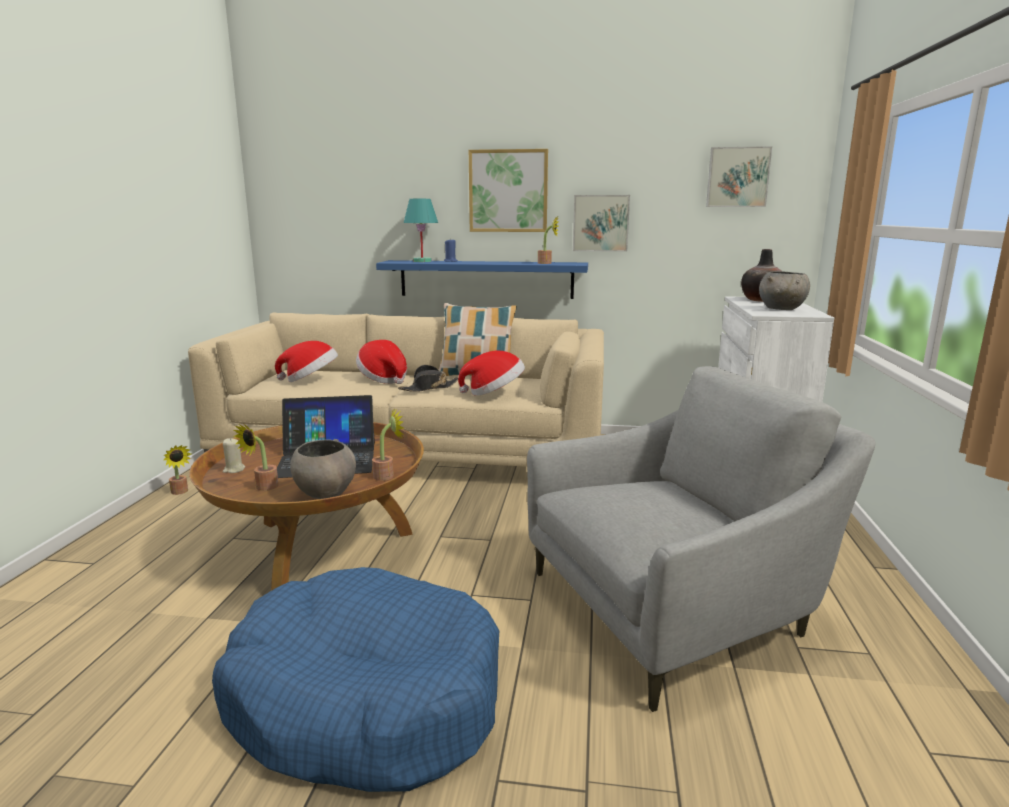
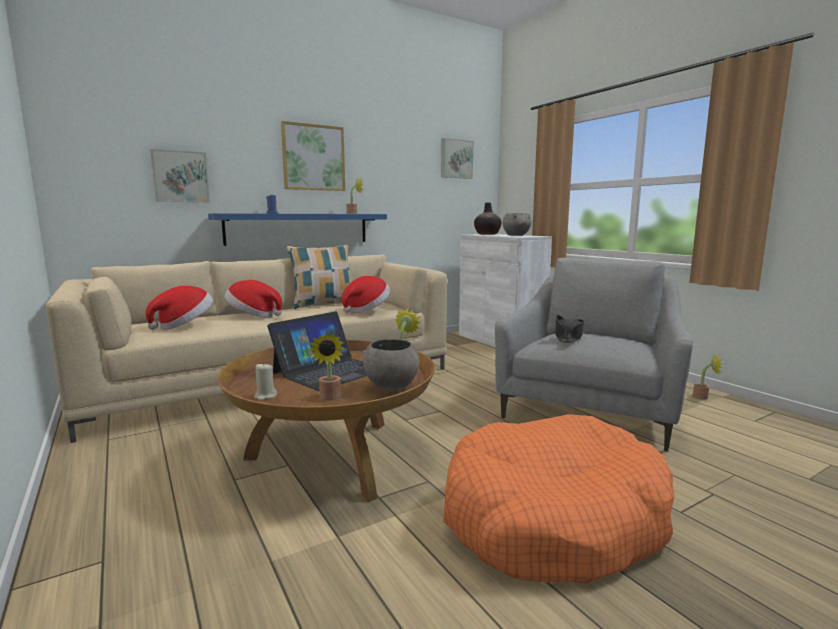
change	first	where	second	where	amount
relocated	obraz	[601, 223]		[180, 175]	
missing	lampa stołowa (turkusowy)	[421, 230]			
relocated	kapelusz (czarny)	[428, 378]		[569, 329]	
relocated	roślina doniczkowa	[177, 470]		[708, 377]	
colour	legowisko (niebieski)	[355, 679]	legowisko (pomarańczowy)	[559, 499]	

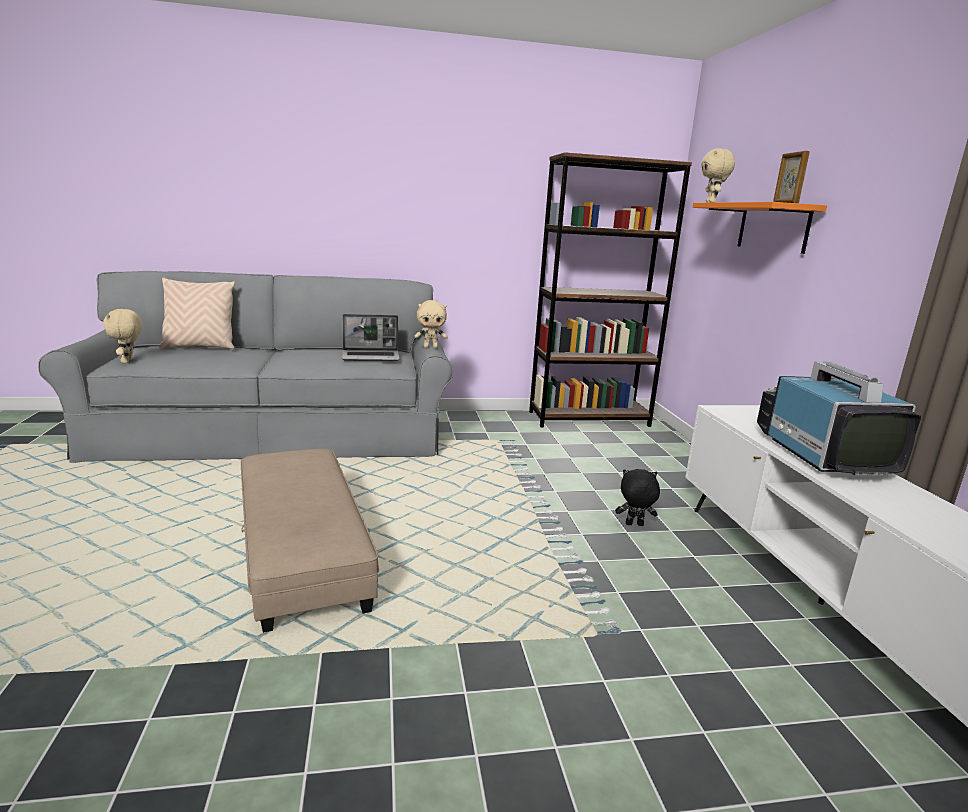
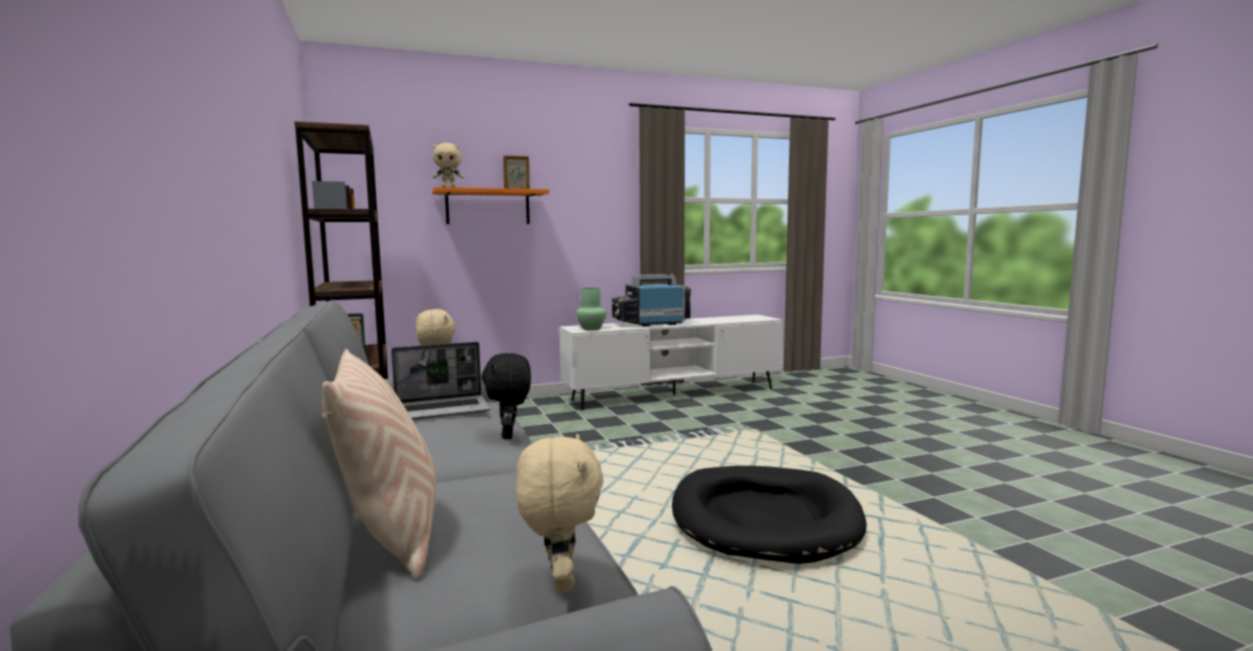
change	first	where	second	where	amount
spun	pluszak (beżowy)	[122, 336]		[560, 513]	75 degrees counterclockwise
spun	laptop	[371, 337]		[440, 381]	90 degrees clockwise
exchanged	pufa (beżowy)	[310, 541]	legowisko (czarny)	[769, 515]	
relocated	pluszak (czarny)	[637, 497]		[506, 396]	
appeared			wazon (zielony)	[591, 309]	

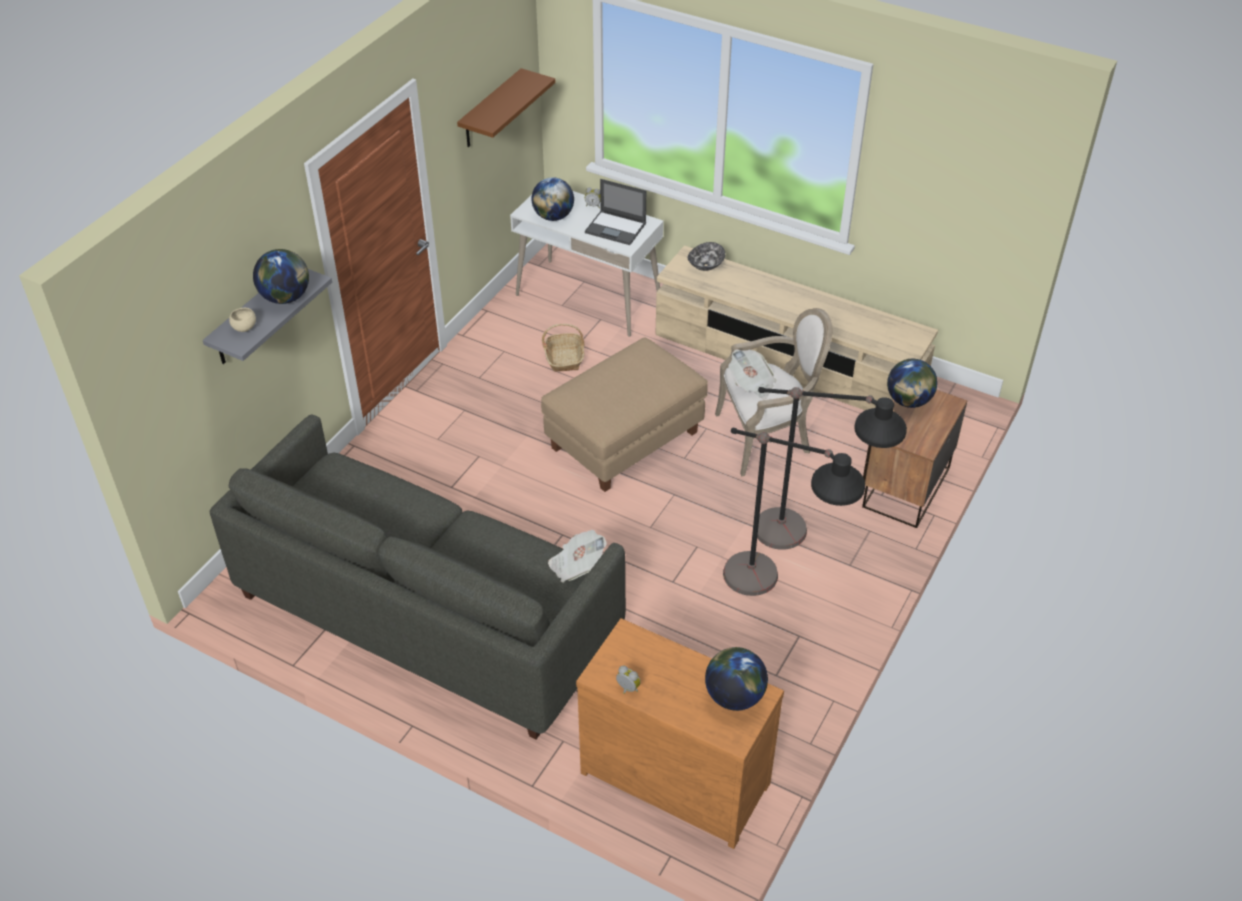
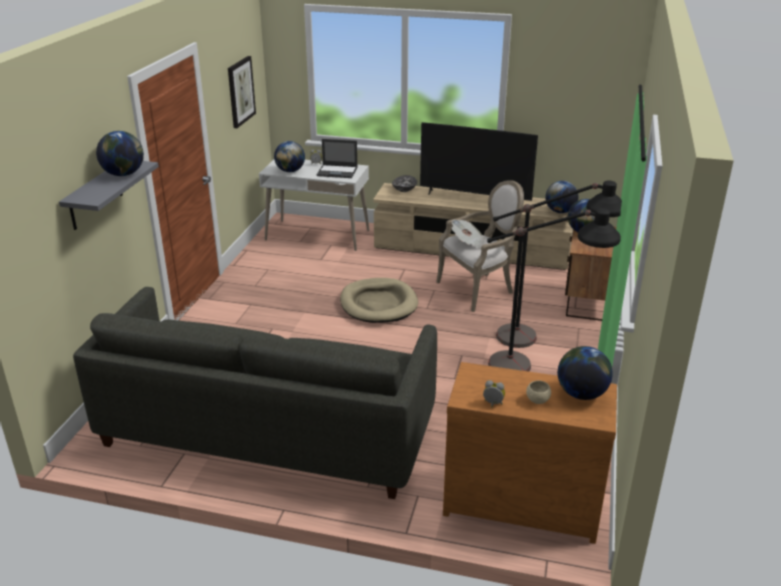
change	first	where	second	where	amount
exchanged	półka (brązowy)	[506, 107]	obraz	[242, 92]	
relocated	miska (beżowy)	[242, 320]		[538, 392]	
missing	koszyk	[563, 348]			
exchanged	pufa (beżowy)	[624, 415]	legowisko (beżowy)	[379, 300]	
missing	gazeta	[577, 556]			
appeared			telewizor	[479, 161]	
appeared			globus	[561, 197]	

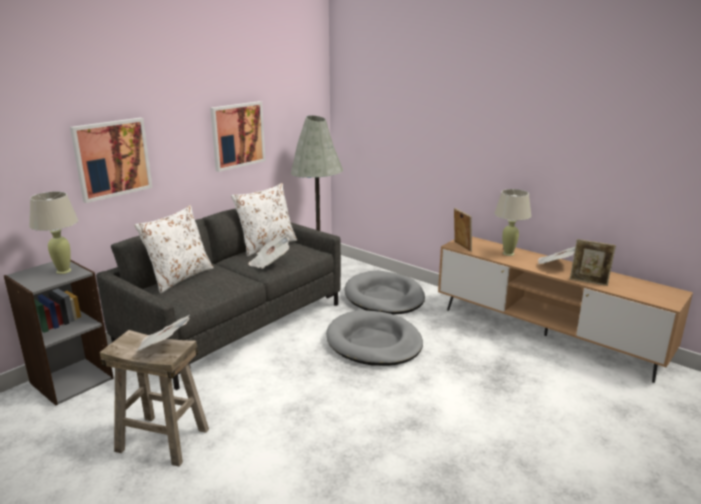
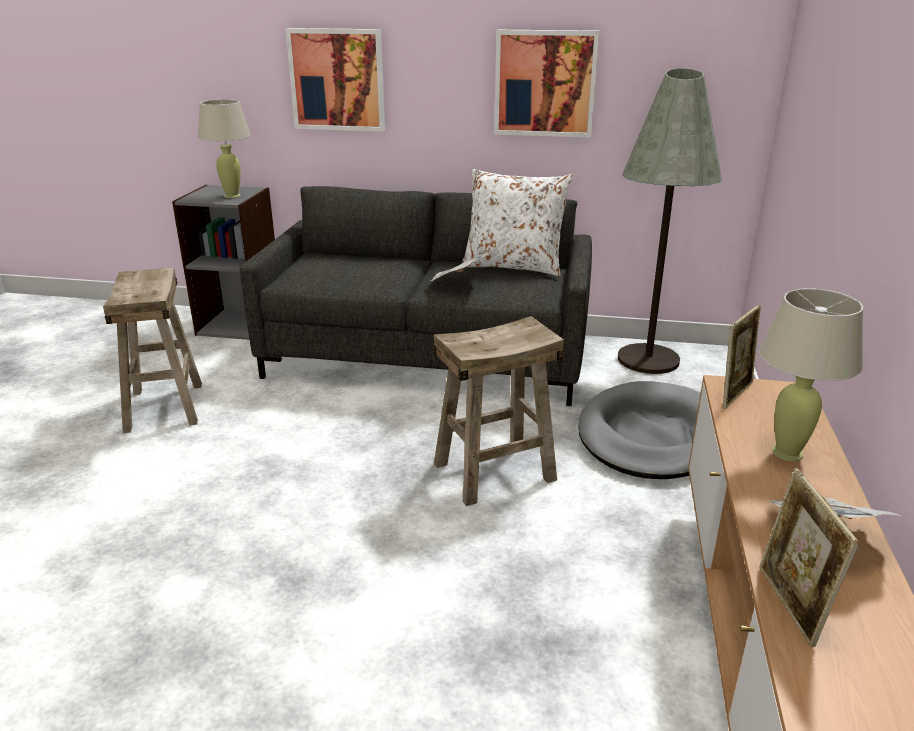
change	first	where	second	where	amount
missing	poduszka (biały)	[174, 249]			
exchanged	legowisko (szary)	[374, 338]	stołek (beżowy)	[499, 411]	
missing	gazeta	[162, 333]			

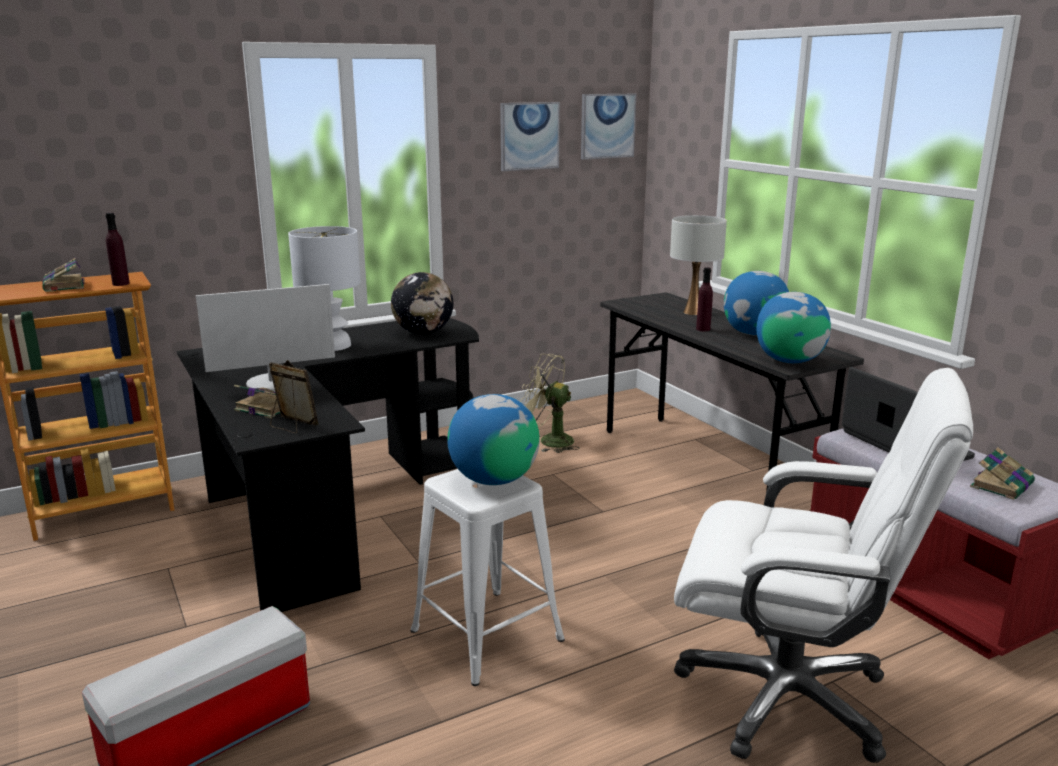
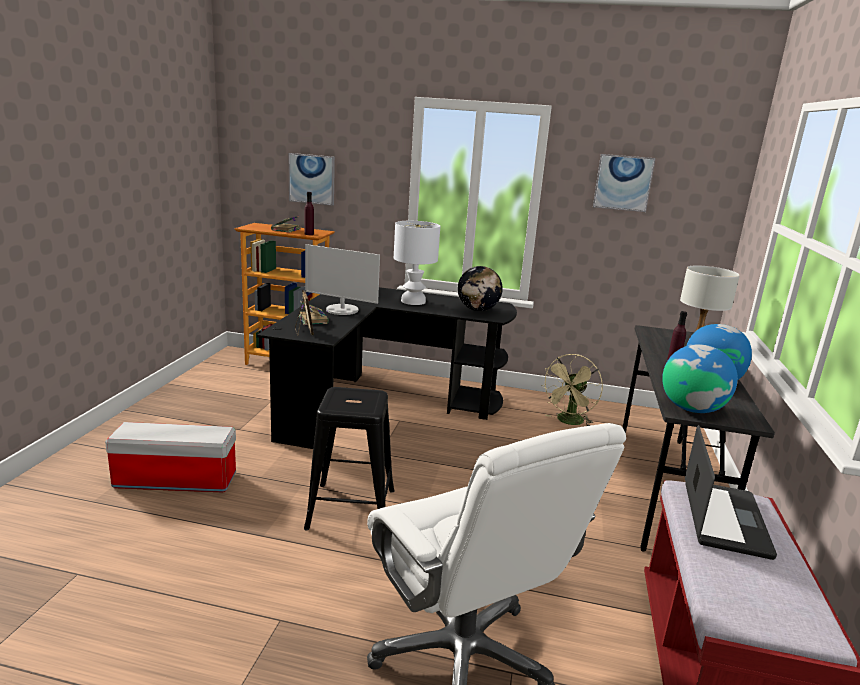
change	first	where	second	where	amount
relocated	obraz	[608, 127]		[312, 179]	
spun	wentylator (beżowy)	[550, 403]		[572, 390]	120 degrees counterclockwise
missing	globus	[493, 439]			
missing	książka	[1002, 473]			
colour	stołek (biały)	[487, 577]	stołek (czarny)	[349, 458]	

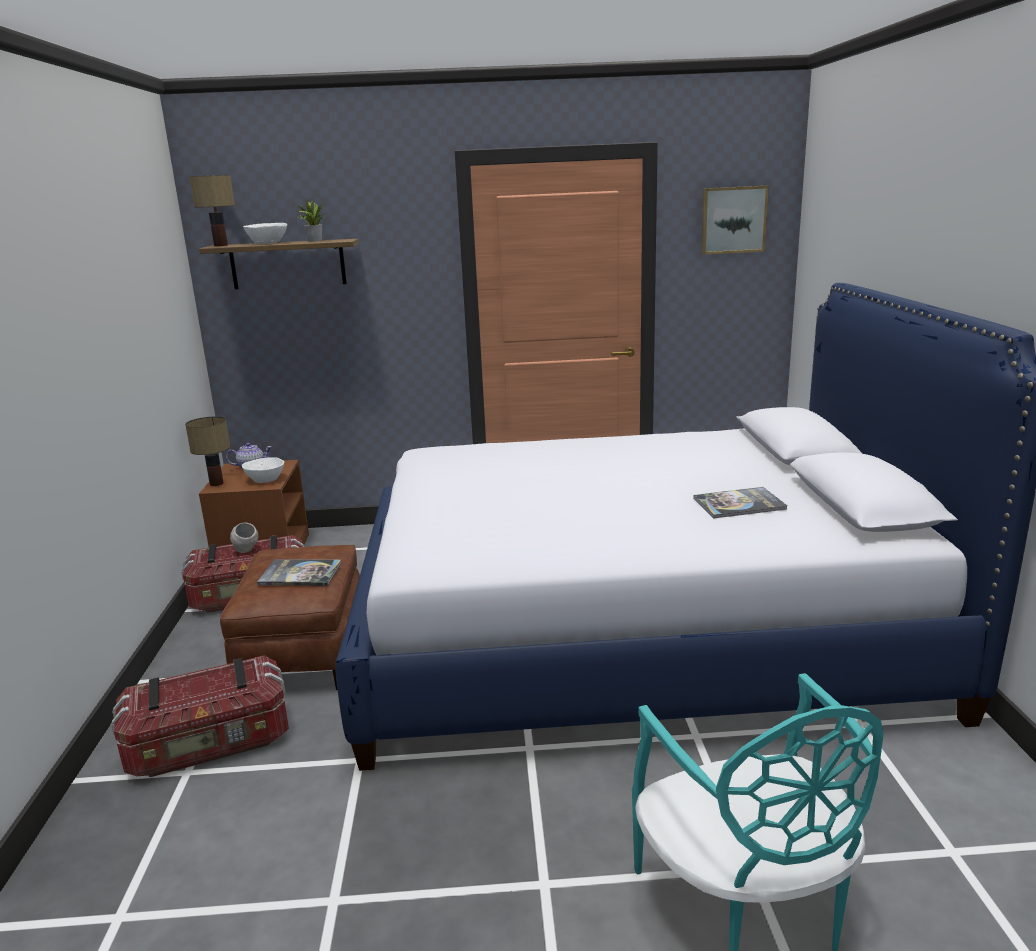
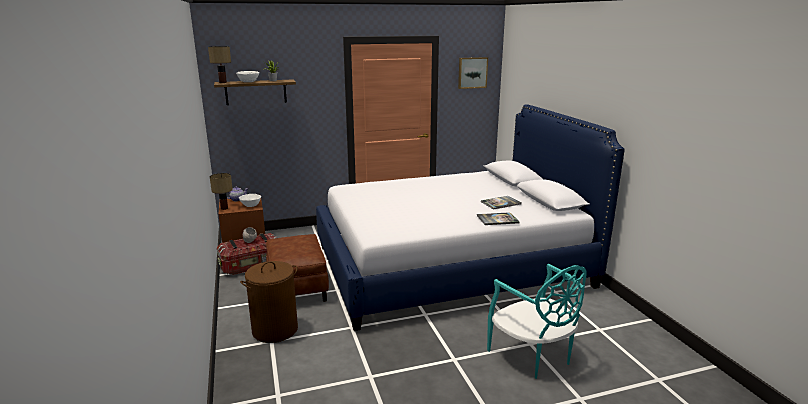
change	first	where	second	where	amount
relocated	książka	[299, 572]		[498, 218]	
exchanged	pojemnik do przechowywania	[200, 716]	kosz na pranie (brązowy)	[269, 302]	

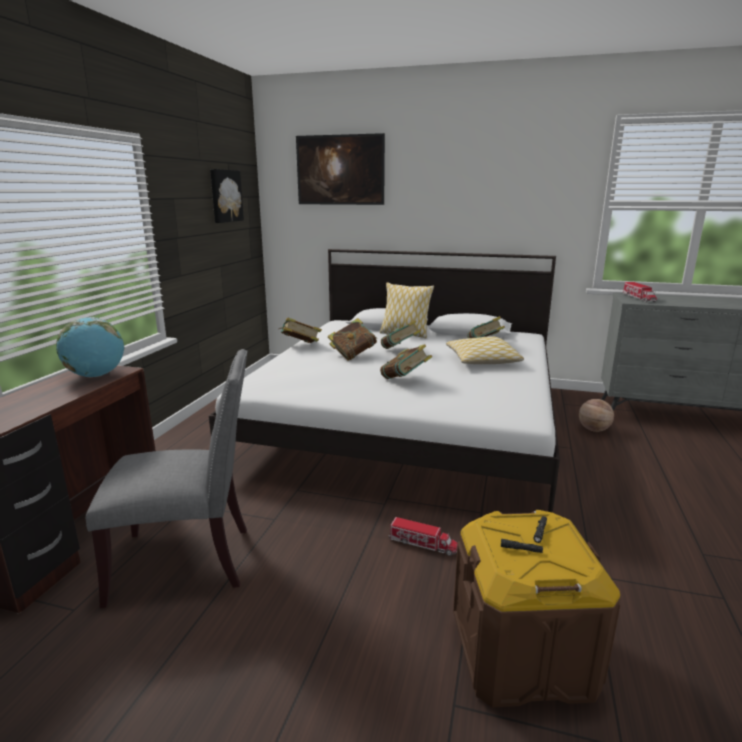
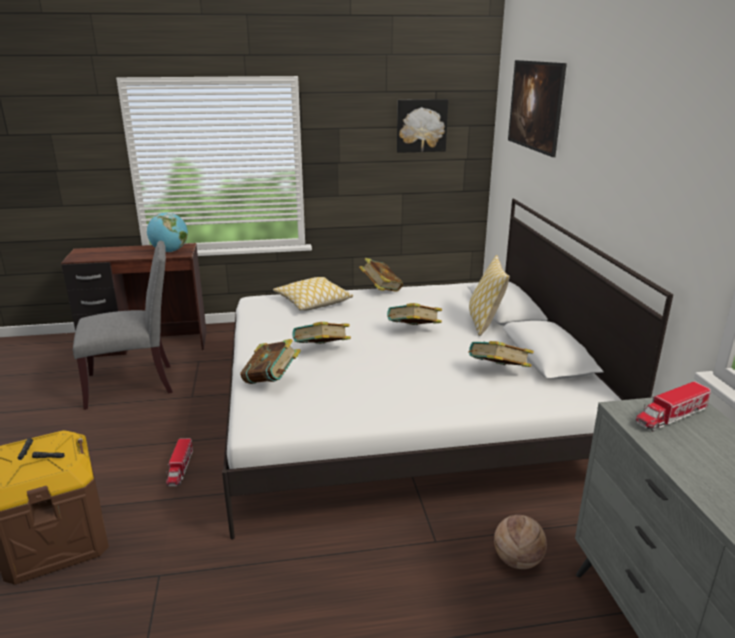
change	first	where	second	where	amount
relocated	książka	[352, 339]		[270, 361]	
relocated	poduszka	[485, 350]		[313, 293]	
spun	krzesło (szary)	[167, 478]		[123, 325]	75 degrees counterclockwise

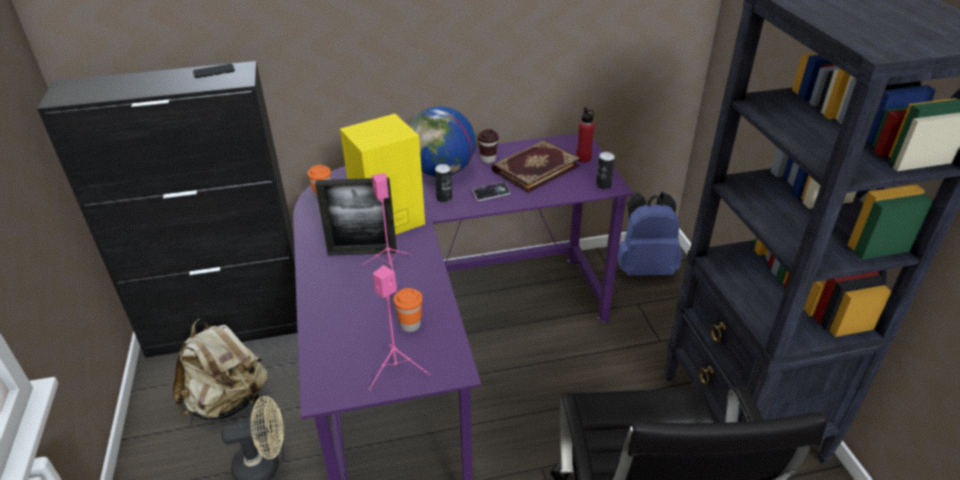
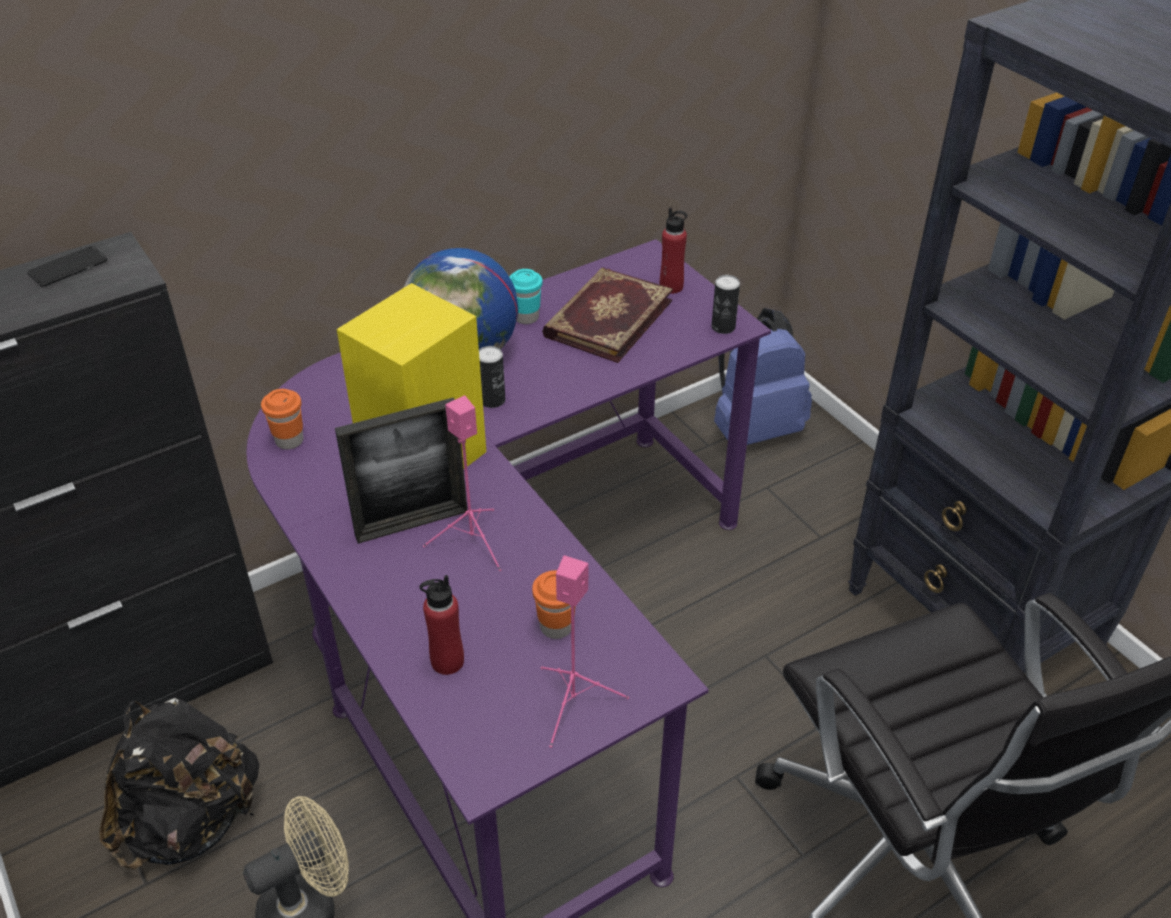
change	first	where	second	where	amount
colour	filiżanka (brązowy)	[488, 146]	filiżanka (turkusowy)	[525, 296]	
missing	telefon	[491, 191]			
colour	plecak (beżowy)	[220, 369]	plecak (czarny)	[179, 783]	
appeared			butelka (czerwony)	[442, 625]	

